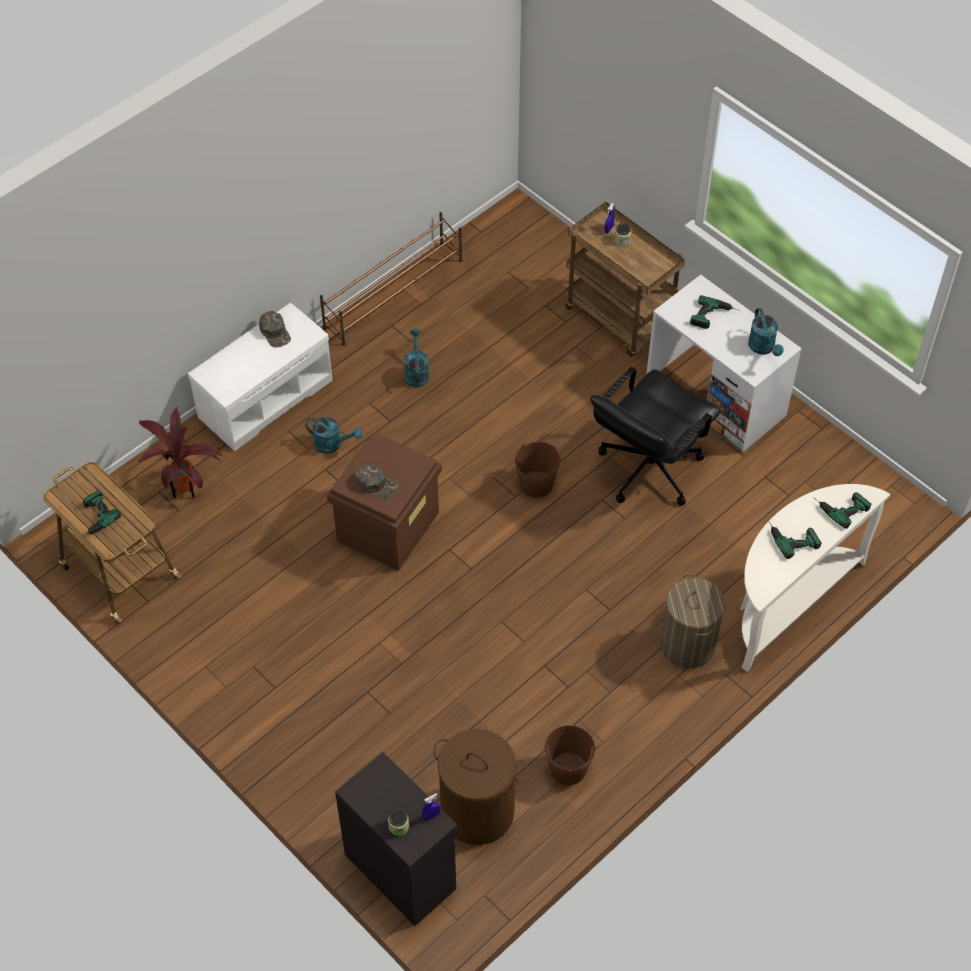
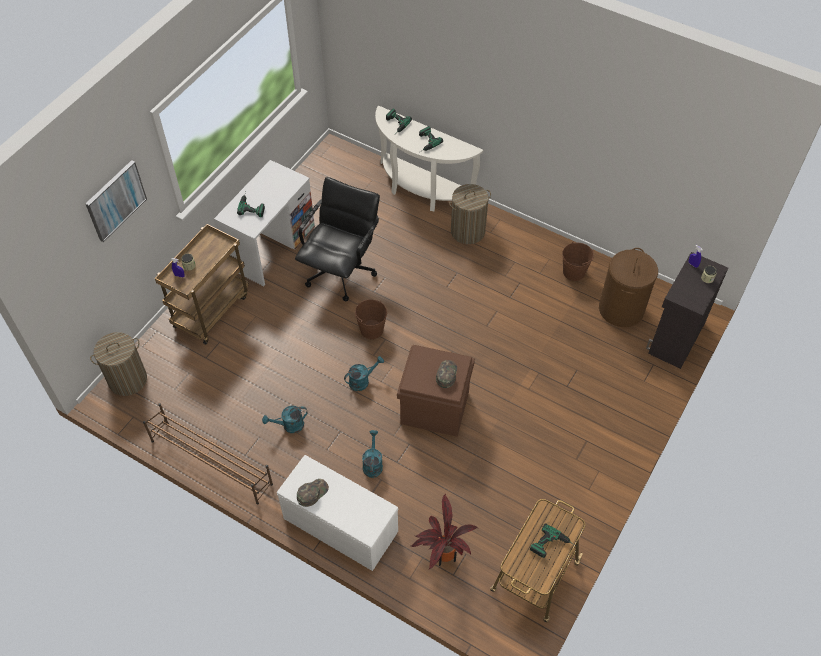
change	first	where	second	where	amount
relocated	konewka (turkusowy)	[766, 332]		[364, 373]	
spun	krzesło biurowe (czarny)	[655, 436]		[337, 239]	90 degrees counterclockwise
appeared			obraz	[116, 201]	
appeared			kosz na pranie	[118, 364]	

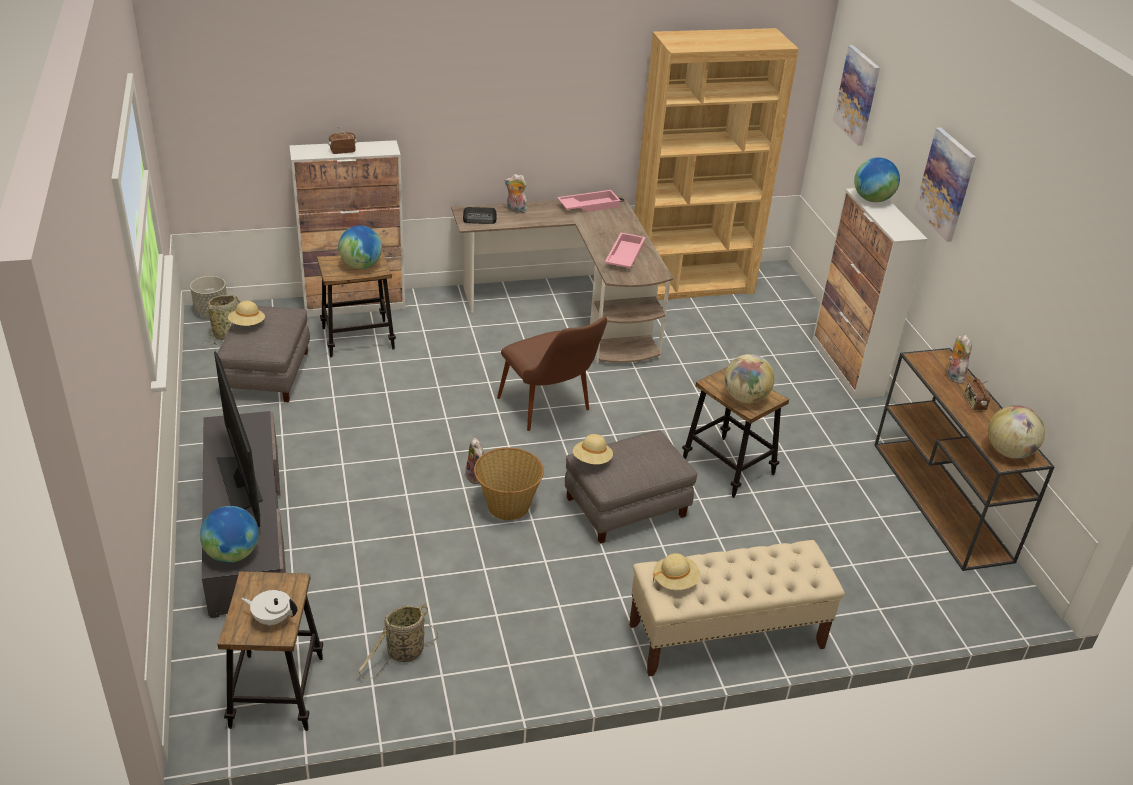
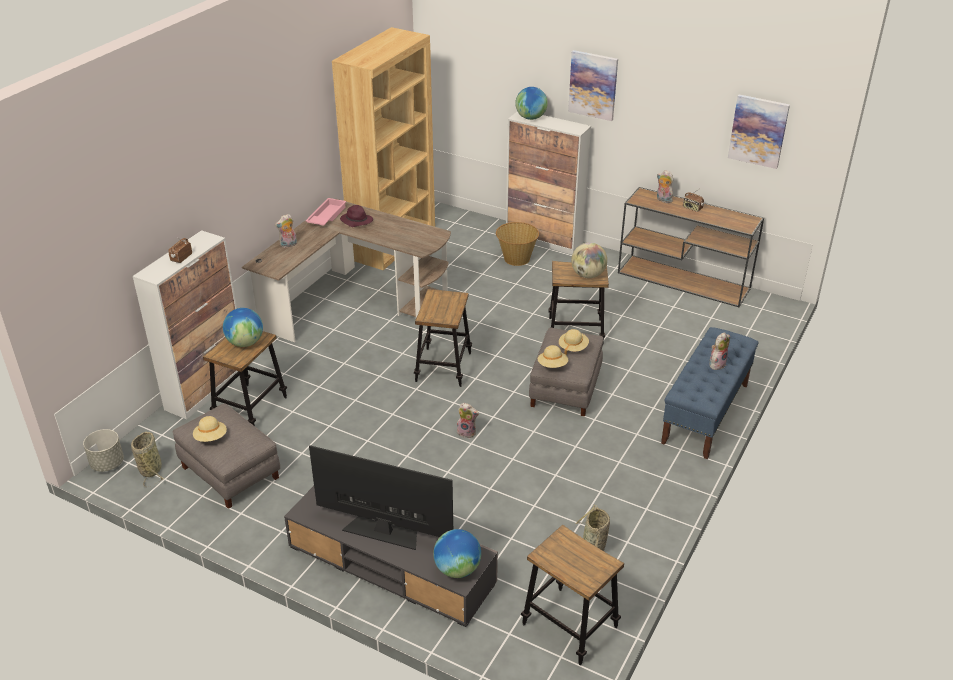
change	first	where	second	where	amount
relocated	obraz	[856, 95]		[759, 132]	
missing	radio	[480, 215]			
missing	taca (różowy)	[625, 250]			
exchanged	krzesło (brązowy)	[552, 374]	stołek	[443, 338]	
missing	globus	[1016, 432]			
relocated	koszyk	[509, 484]		[517, 244]	
colour	ławka (beżowy)	[737, 608]	ławka (niebieski)	[710, 393]	
relocated	kapelusz (beżowy)	[676, 571]		[574, 342]	
missing	imbryk (biały)	[269, 608]			
appeared			kapelusz (fioletowy)	[356, 216]	
appeared			pluszak	[719, 351]	

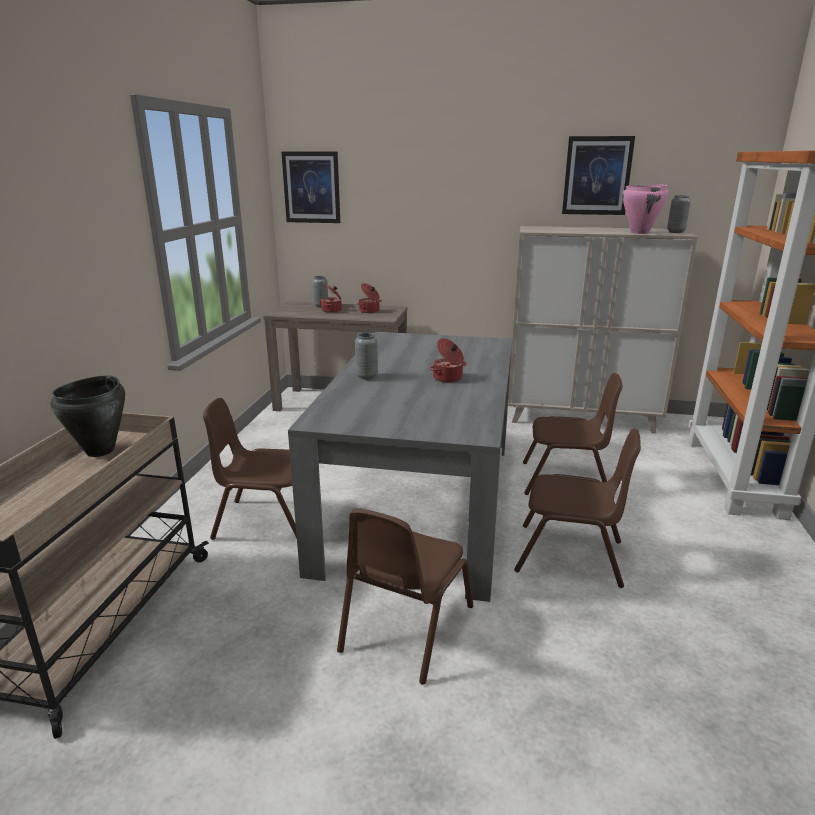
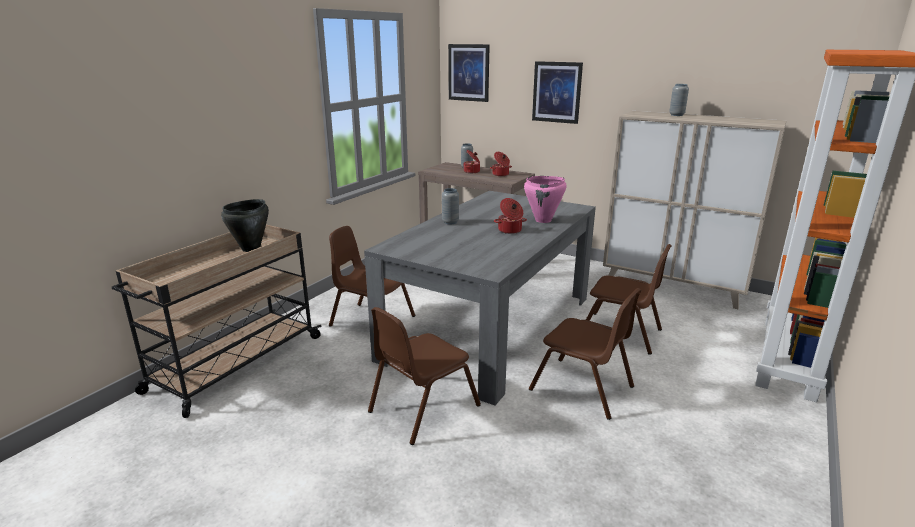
change	first	where	second	where	amount
relocated	obraz	[598, 175]		[557, 92]	
relocated	garnek (różowy)	[645, 209]		[545, 199]	
relocated	wazon (szary)	[679, 214]		[679, 100]	

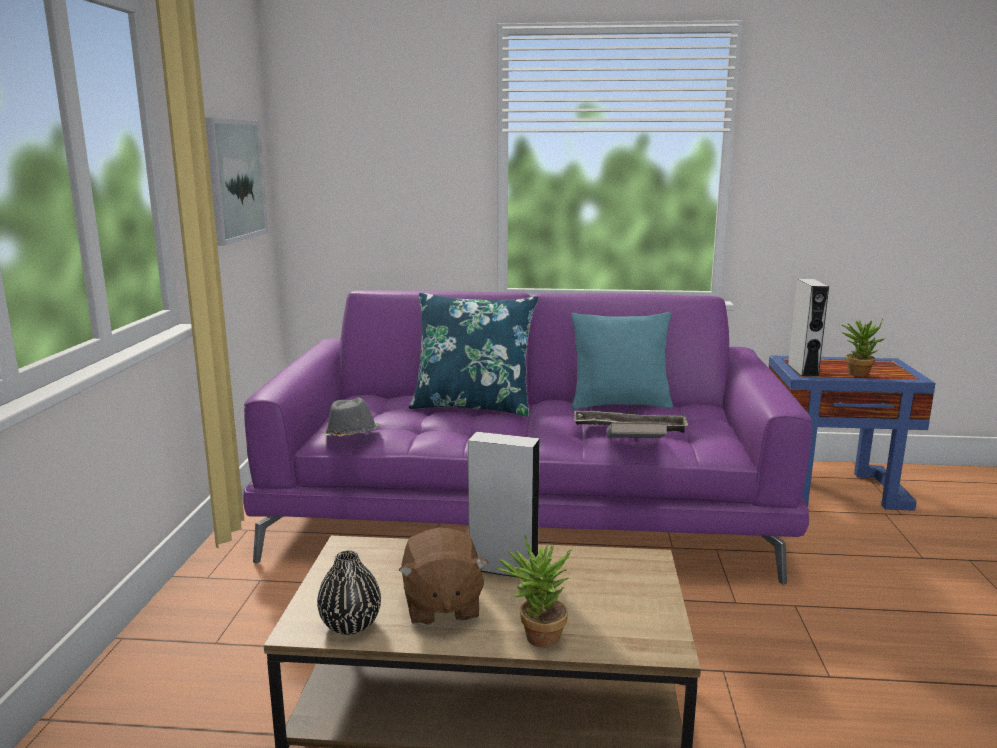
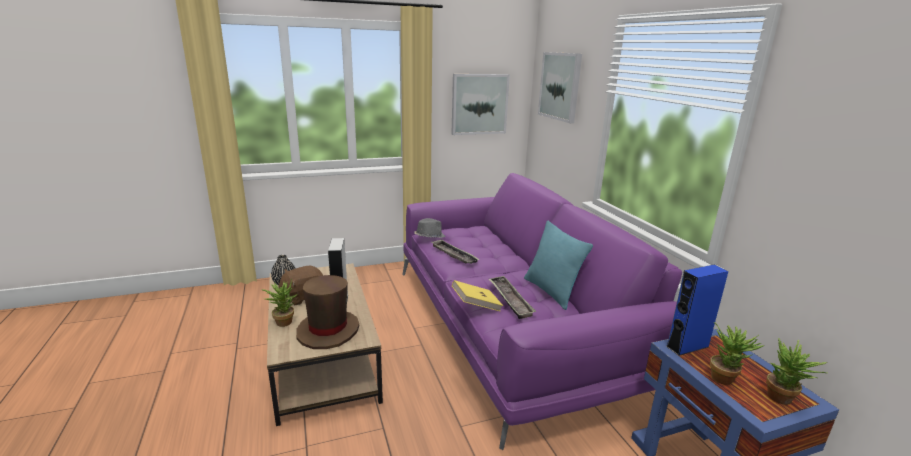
change	first	where	second	where	amount
colour	głośnik (szary)	[808, 328]	głośnik (niebieski)	[697, 310]	
missing	poduszka (niebieski)	[473, 354]			
colour	książka (szary)	[637, 430]	książka (żółty)	[477, 296]	
appeared			obraz	[560, 87]	
appeared			taca	[455, 252]	
appeared			kapelusz (brązowy)	[328, 312]	
appeared			roślina doniczkowa	[796, 371]	

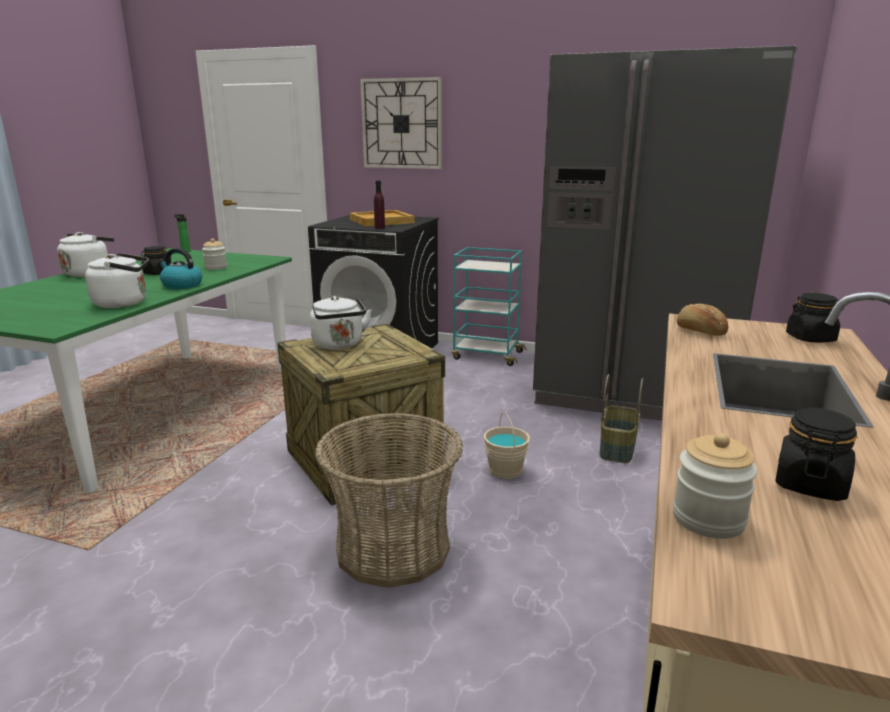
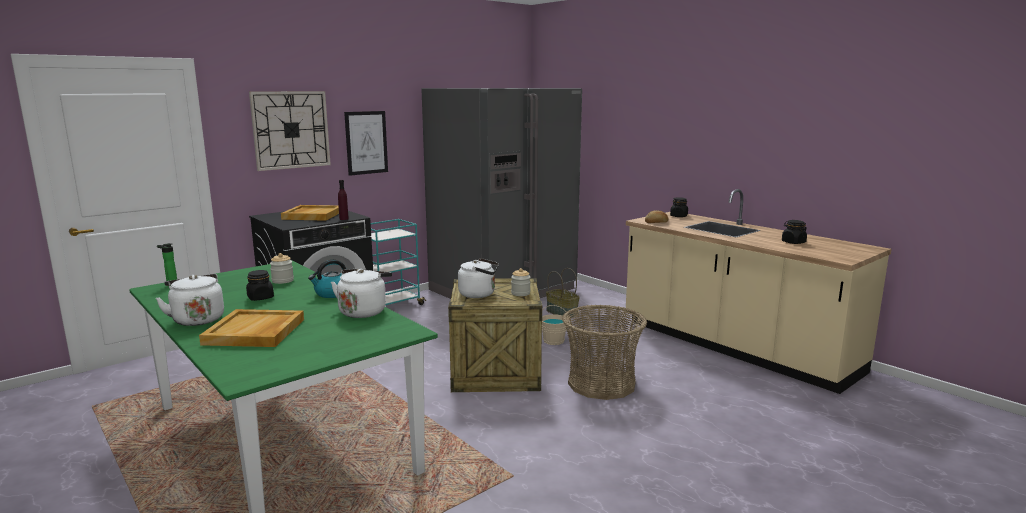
change	first	where	second	where	amount
relocated	słoik	[715, 486]		[520, 282]	
appeared			obraz	[366, 143]	
appeared			taca (beżowy)	[251, 328]	

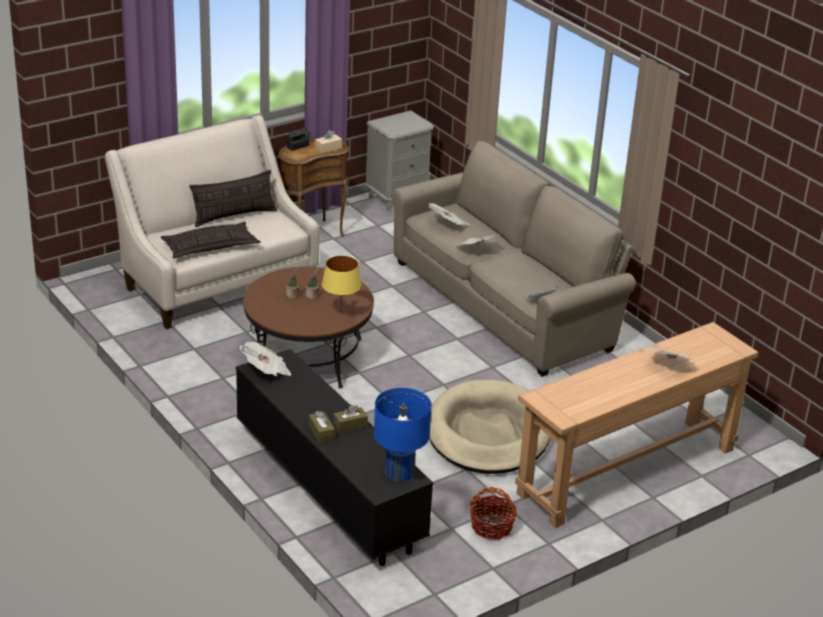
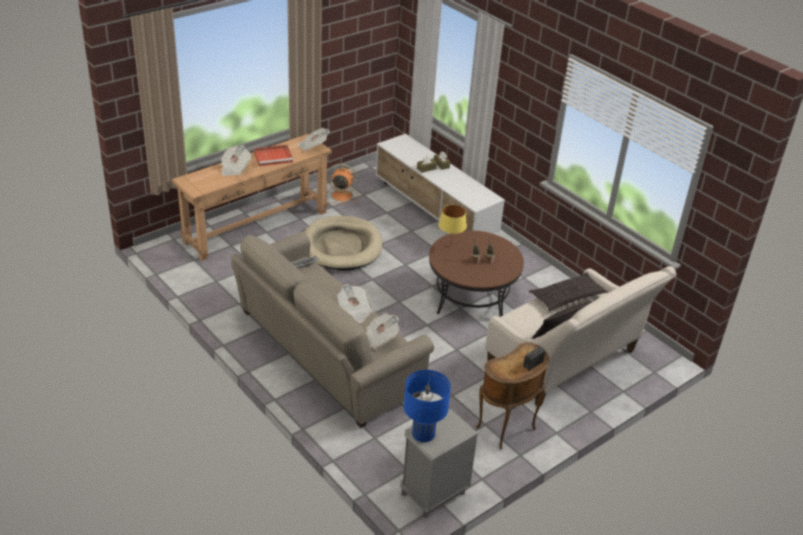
change	first	where	second	where	amount
missing	pudełko chusteczek (beżowy)	[328, 141]			
relocated	gazeta	[265, 359]		[314, 139]	
colour	szafka pod telewizor (czarny)	[334, 457]	szafka pod telewizor (biały)	[440, 184]	
relocated	lampa stołowa (niebieski)	[403, 434]		[427, 406]	
exchanged	koszyk	[493, 513]	wentylator (pomarańczowy)	[342, 184]	
appeared			taca (czerwony)	[273, 155]	

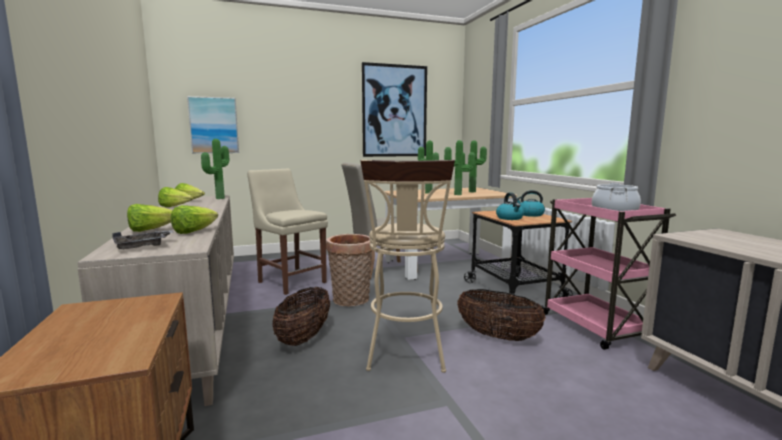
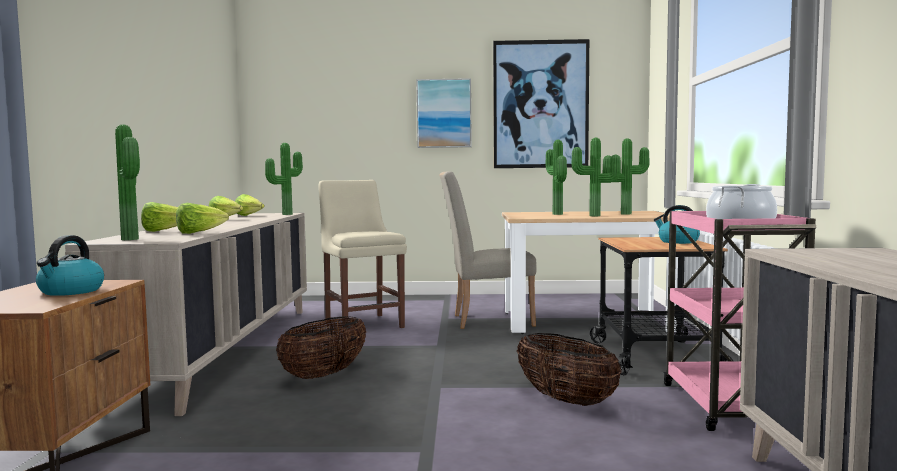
change	first	where	second	where	amount
relocated	obraz	[213, 124]		[444, 113]	
missing	stołek (beżowy)	[407, 266]			
relocated	czajnik	[510, 206]		[70, 265]	
exchanged	taca (szary)	[143, 239]	roślina doniczkowa	[127, 182]	
missing	koszyk	[349, 270]			

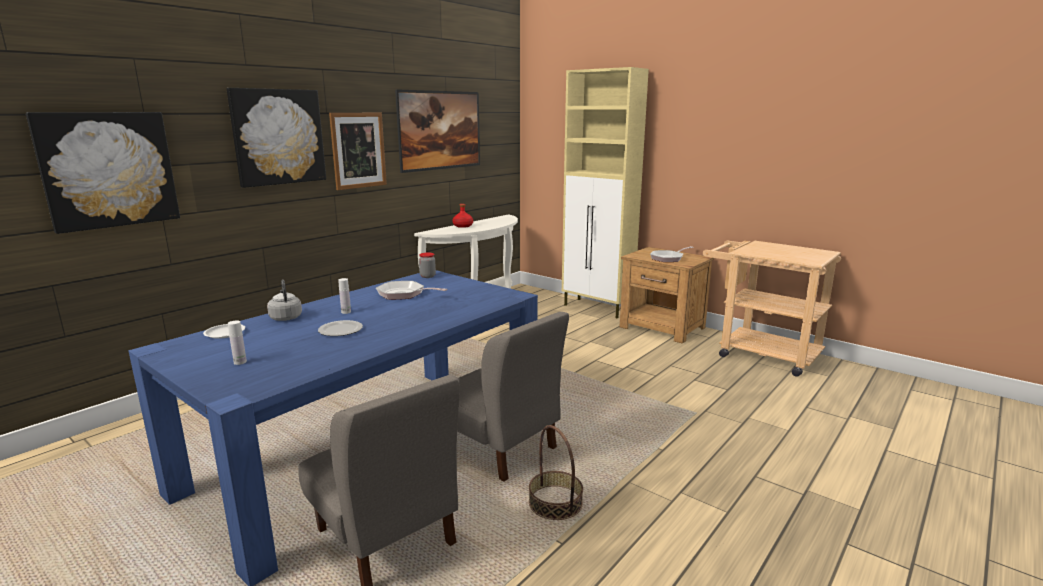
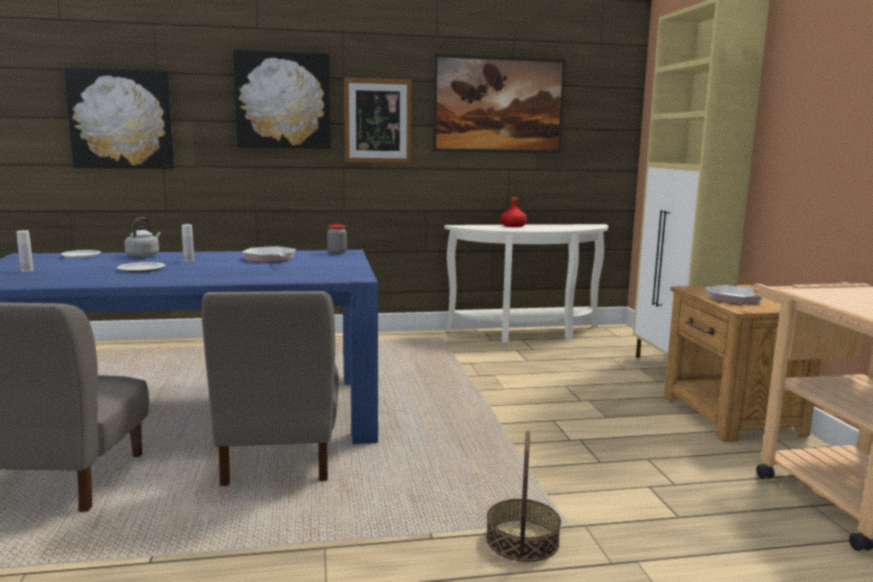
change	first	where	second	where	amount
relocated	koszyk	[556, 472]		[523, 496]	

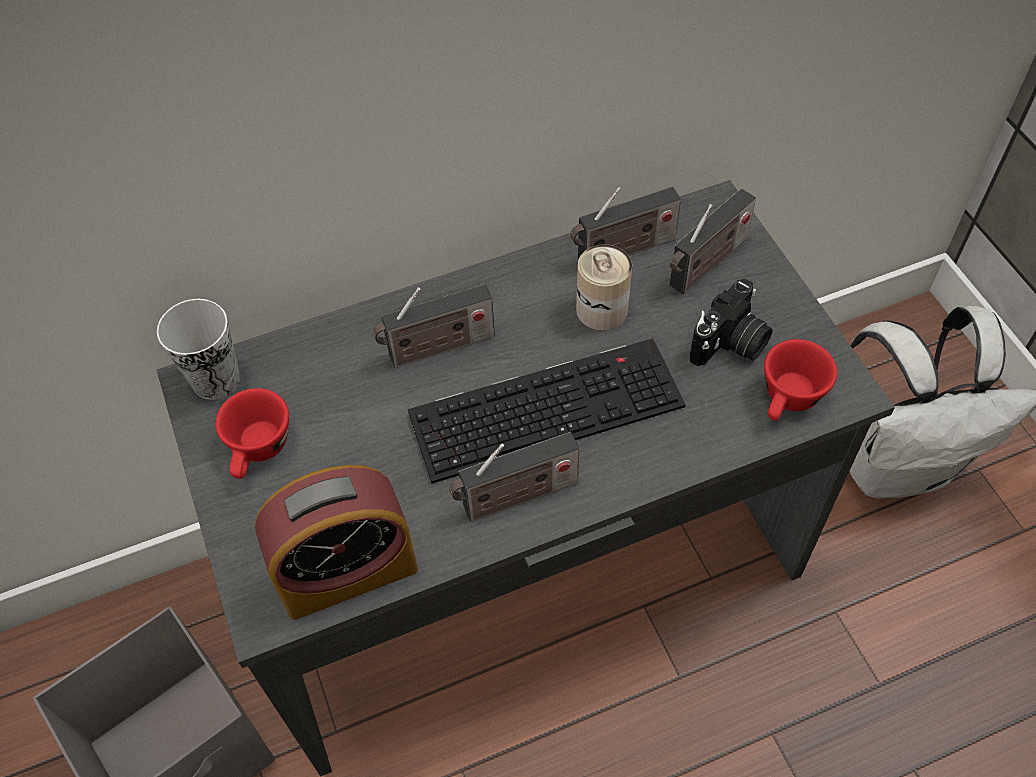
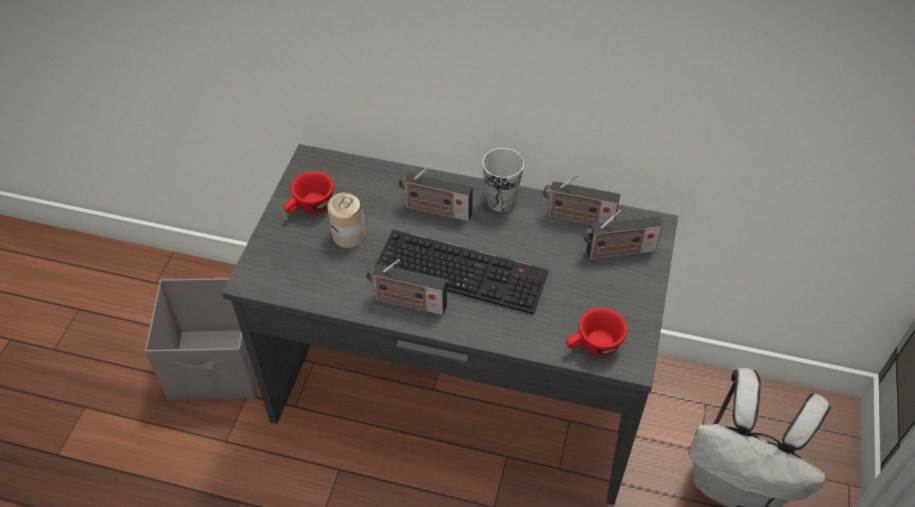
change	first	where	second	where	amount
relocated	puszka	[604, 287]		[346, 220]	
missing	aparat fotograficzny	[731, 322]			
relocated	filiżanka	[198, 349]		[503, 180]	
missing	budzik	[336, 542]			

